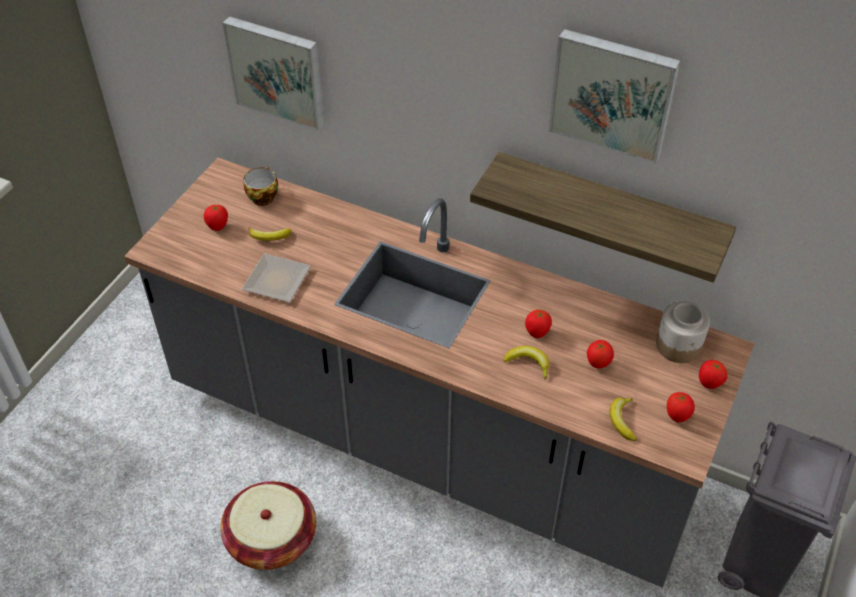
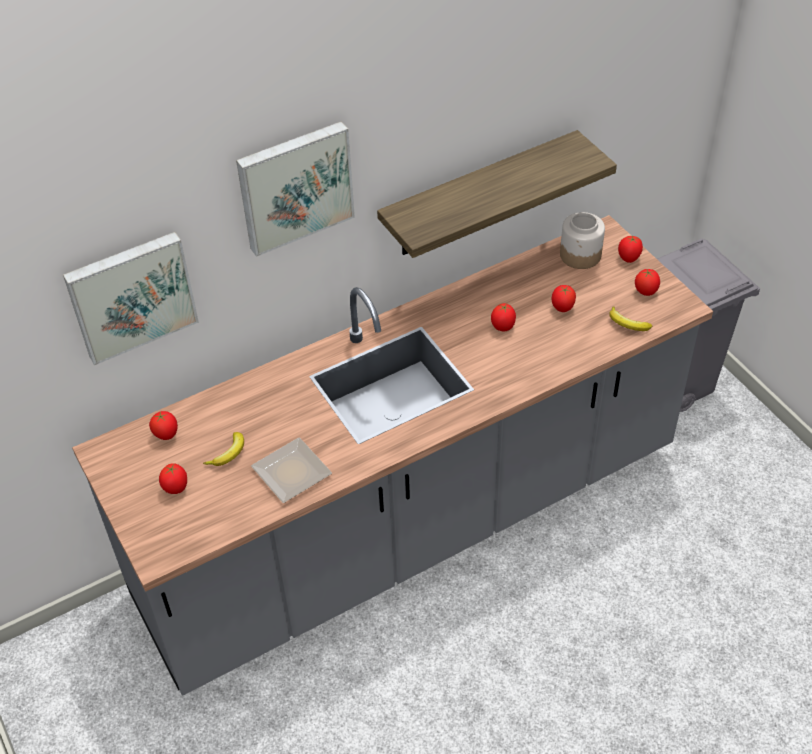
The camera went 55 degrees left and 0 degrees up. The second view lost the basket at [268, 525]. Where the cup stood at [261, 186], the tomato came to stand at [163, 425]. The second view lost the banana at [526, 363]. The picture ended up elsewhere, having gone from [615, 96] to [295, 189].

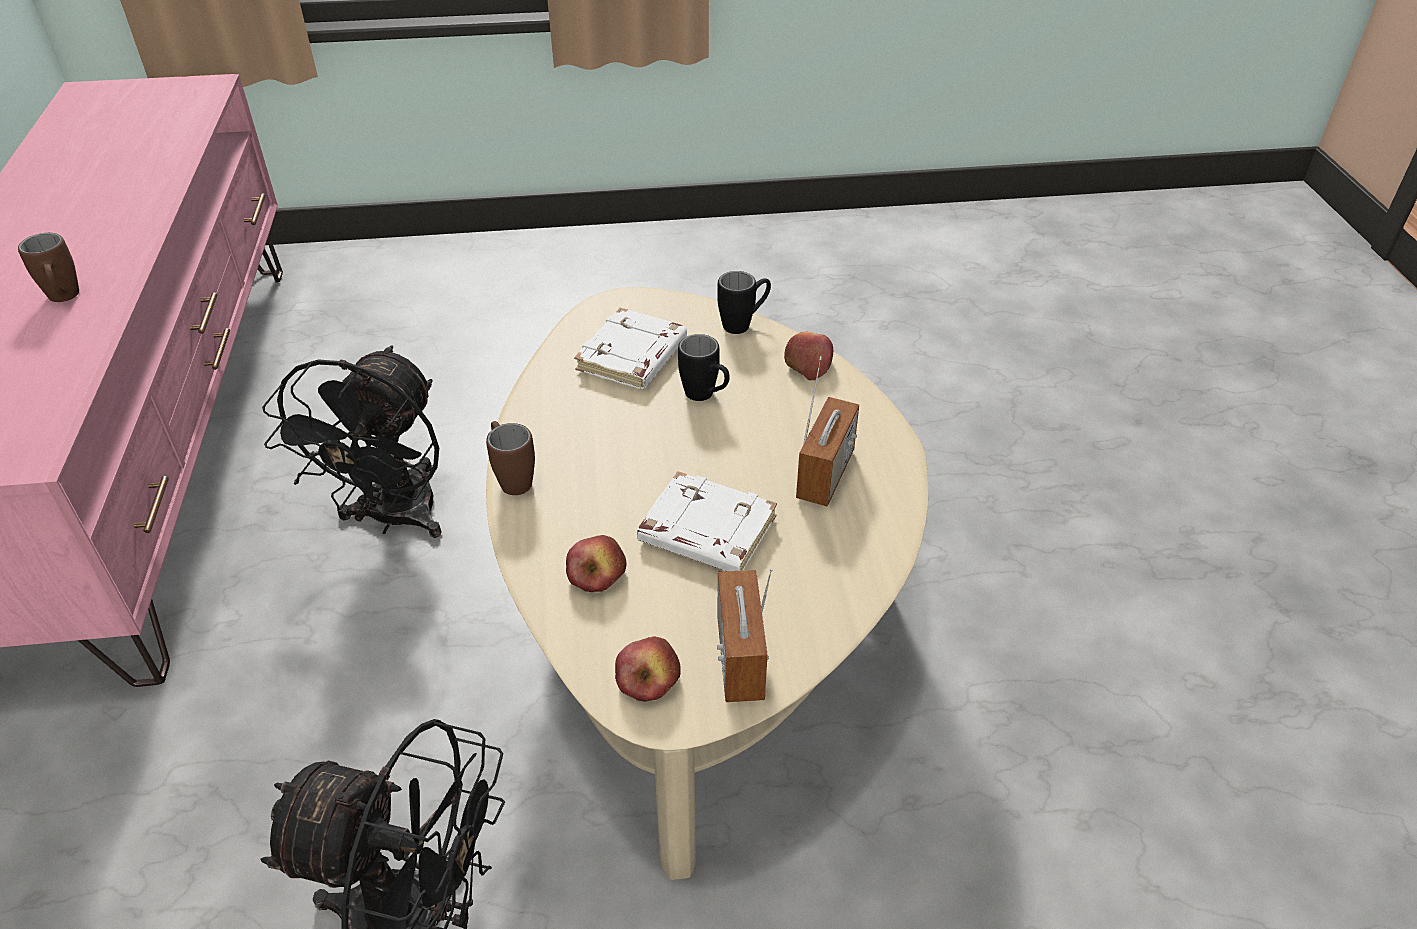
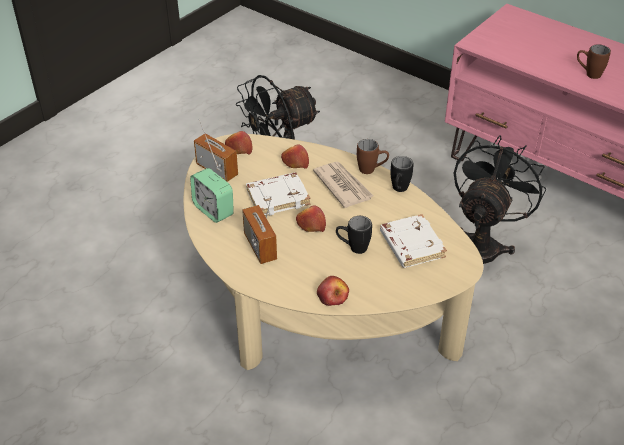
The camera went 135 degrees right and 0 degrees up. The fan (black) at [352, 441] ended up facing another way, 60 degrees clockwise from before. The mug (black) ended up elsewhere, having gone from [744, 302] to [402, 174]. The second view gained the alarm clock at [212, 195]. The second view gained the apple at [311, 219]. The second view gained the newspaper at [343, 185].

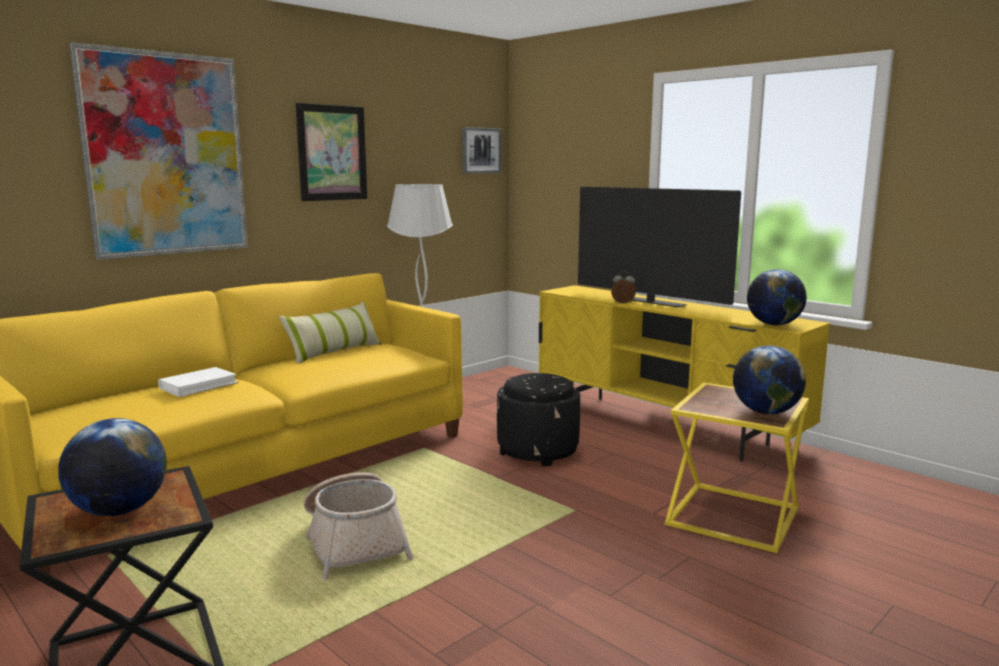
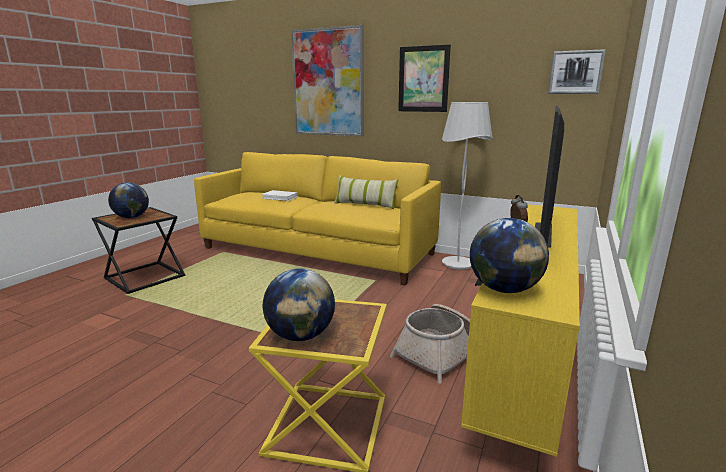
The camera went 70 degrees right and 5 degrees up. The basket ended up elsewhere, having gone from [359, 525] to [430, 343]. The second view lost the ottoman (black) at [538, 419].

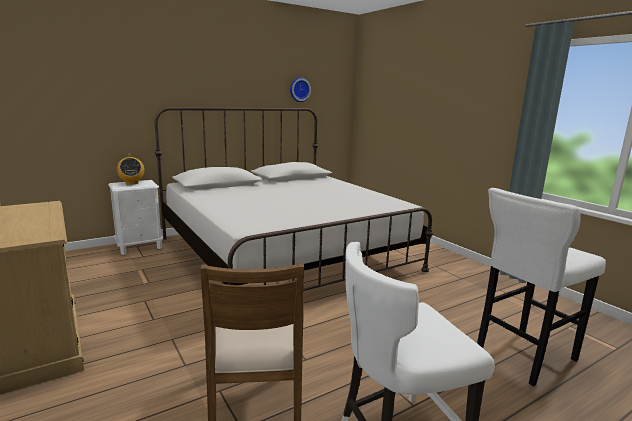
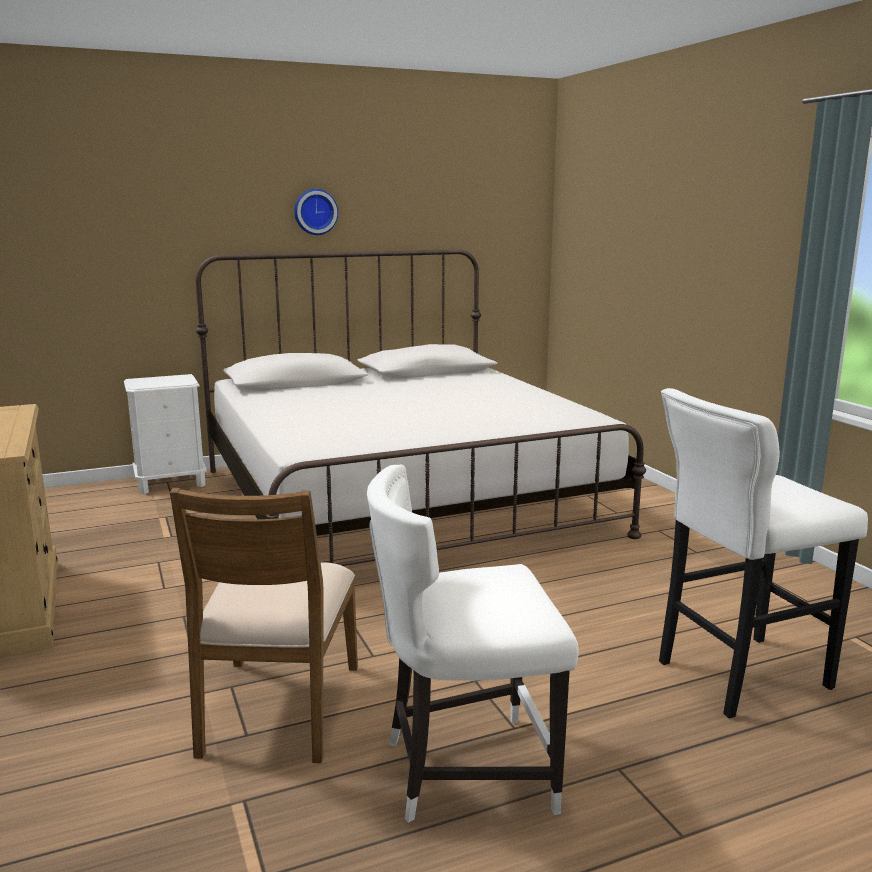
The camera went 10 degrees right and 0 degrees up. The second view lost the radio at [131, 169]. The wall clock ended up elsewhere, having gone from [300, 89] to [316, 212].

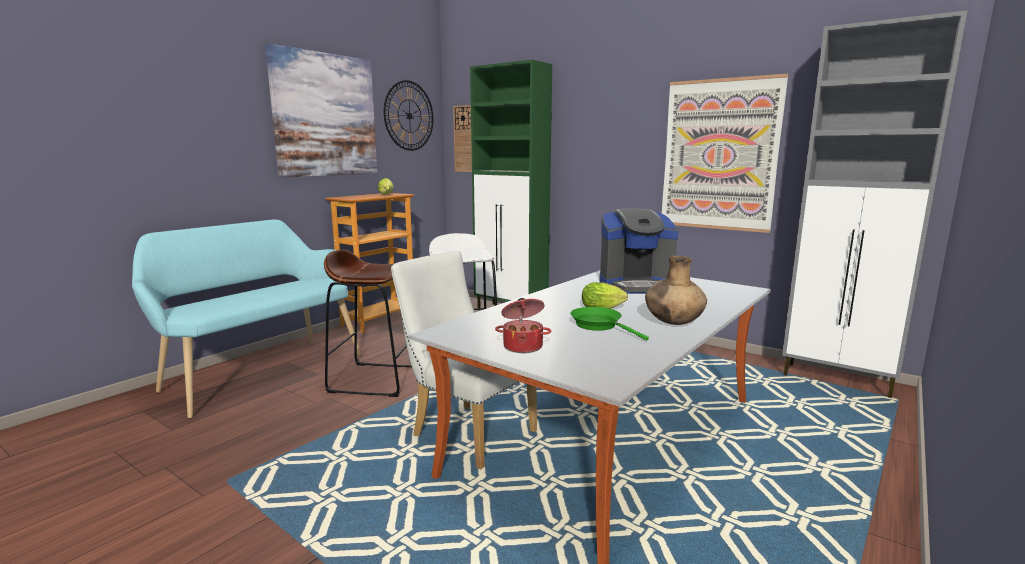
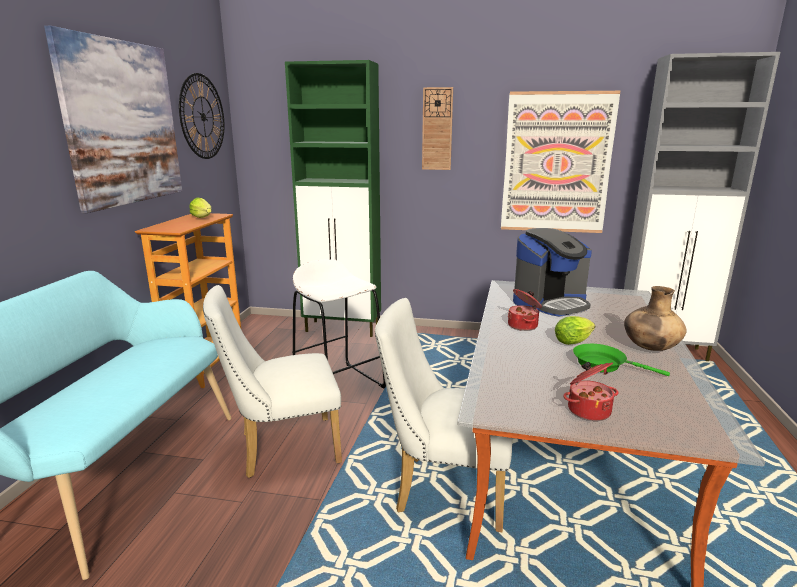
The camera went 25 degrees left and 5 degrees up. Where the stool (brown) stood at [368, 323], the chair (white) came to stand at [272, 381]. The wall clock ended up elsewhere, having gone from [462, 138] to [437, 128]. The second view gained the cooking pot at [525, 310].

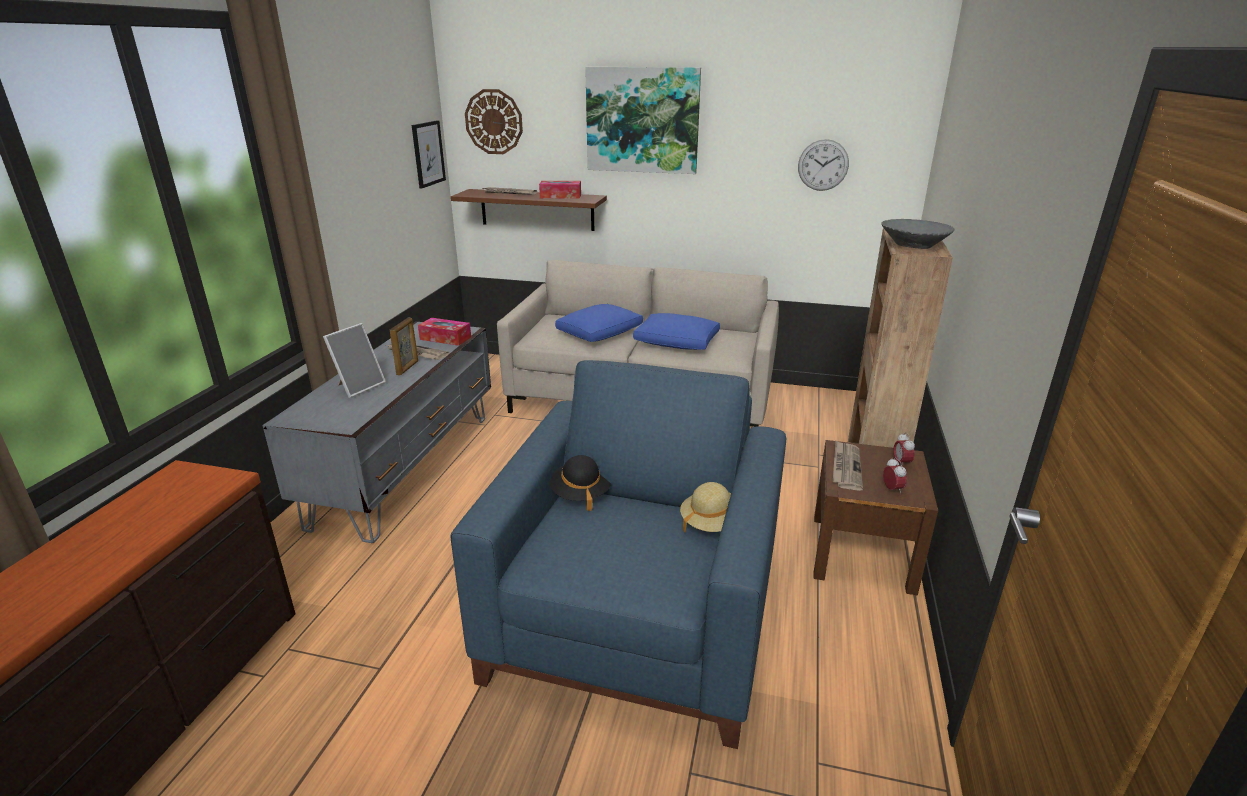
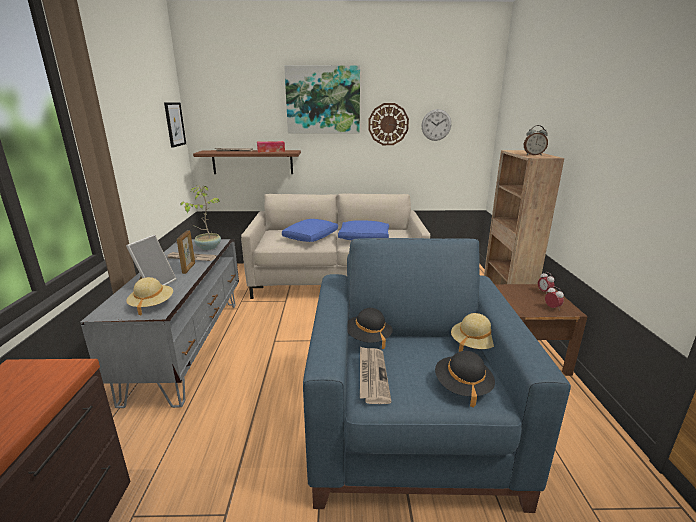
The camera went 15 degrees left and 5 degrees down. Where the tissue box stood at [444, 332], the potted plant came to stand at [200, 217]. The wall clock ended up elsewhere, having gone from [494, 121] to [388, 124]. The newspaper ended up elsewhere, having gone from [848, 466] to [375, 375]. Where the bowl (grey) stood at [917, 234], the alarm clock came to stand at [536, 140]. The second view gained the hat (beige) at [149, 296]. The second view gained the hat (black) at [465, 379].

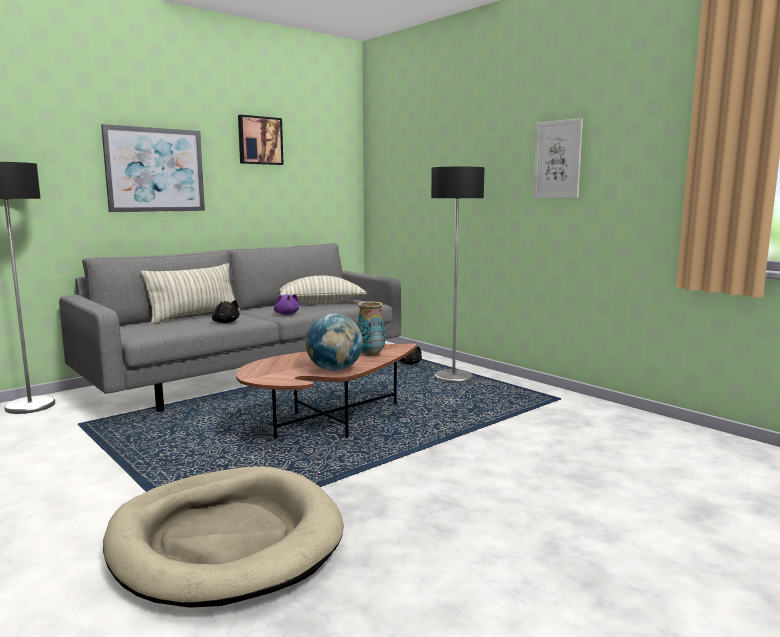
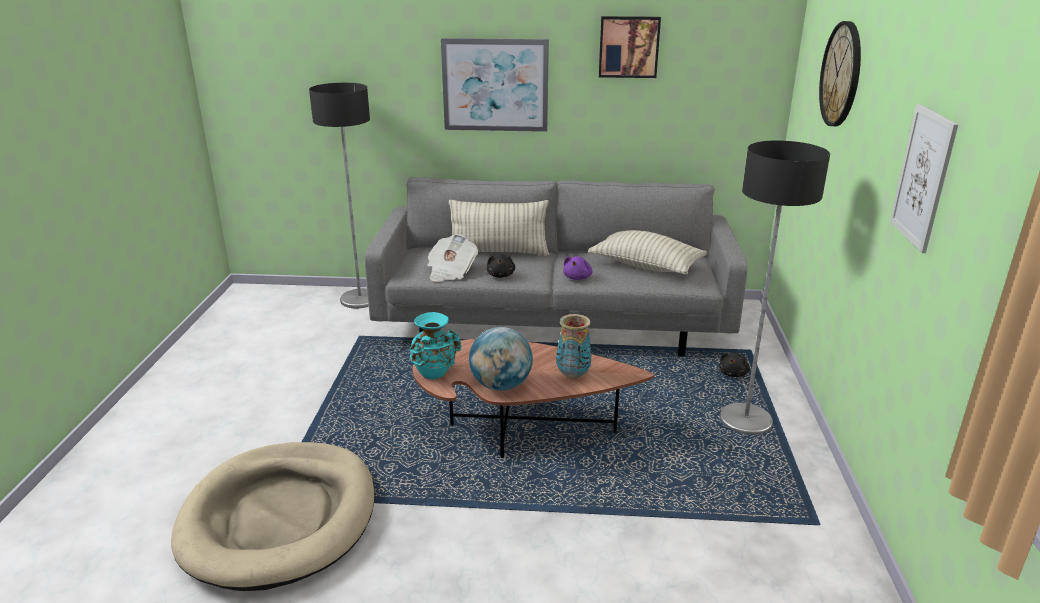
The camera went 45 degrees right and 15 degrees up. The second view gained the vase (turquoise) at [436, 345]. The second view gained the newspaper at [452, 258]. The second view gained the wall clock at [840, 73].

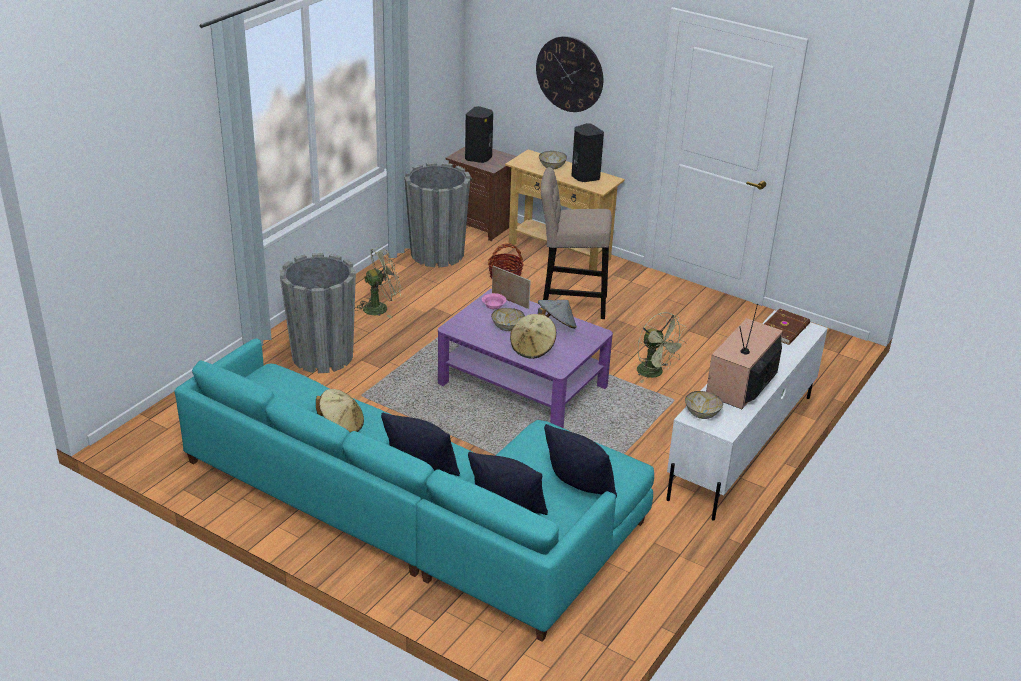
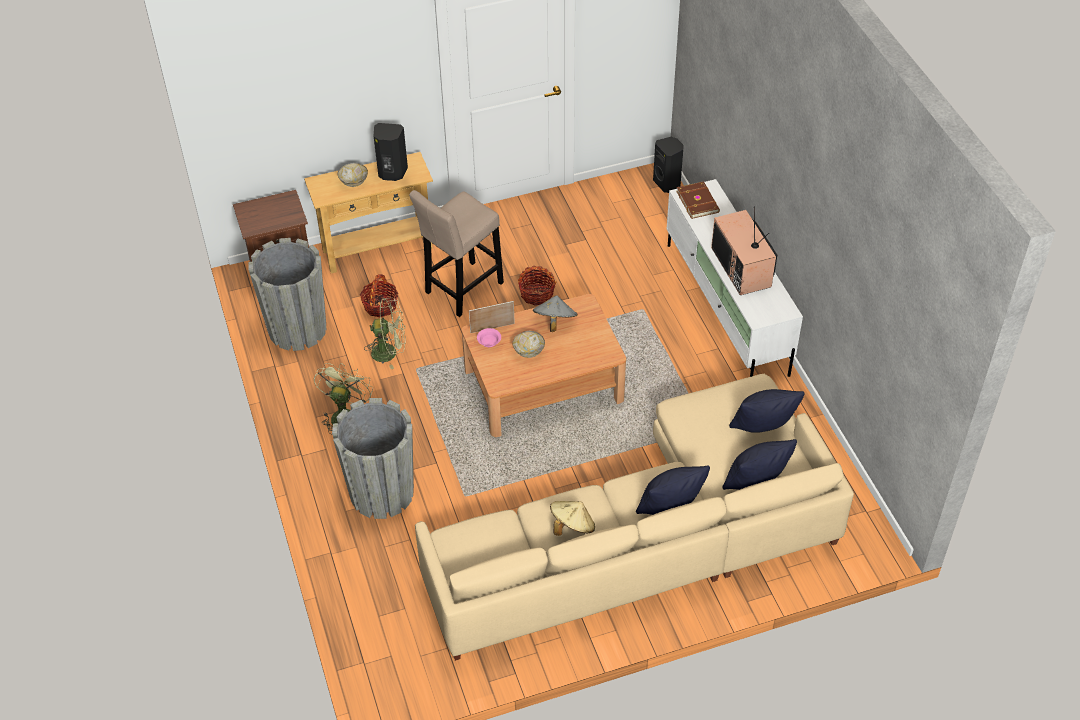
The camera went 50 degrees left and 15 degrees up. What was the sofa (turquoise) at [414, 490] turned into the sofa (beige) at [634, 517]. What was the coffee table (purple) at [525, 358] turned into the coffee table (brown) at [544, 365]. The speaker (black) ended up elsewhere, having gone from [479, 134] to [668, 165]. The second view lost the hat (beige) at [533, 336]. The second view lost the wall clock at [569, 74]. The fan (green) ended up elsewhere, having gone from [661, 347] to [385, 333]. The second view lost the bowl at [704, 405]. The second view gained the basket at [537, 286].

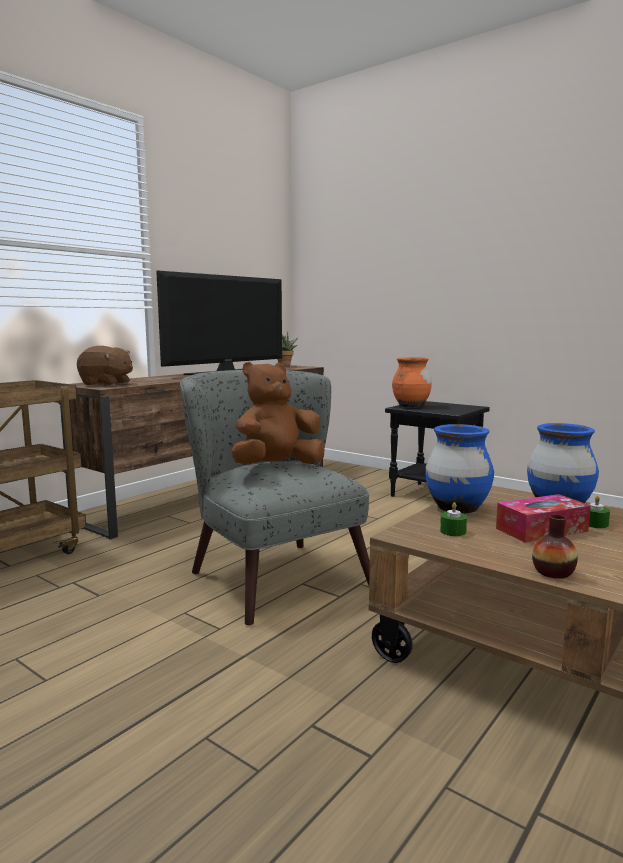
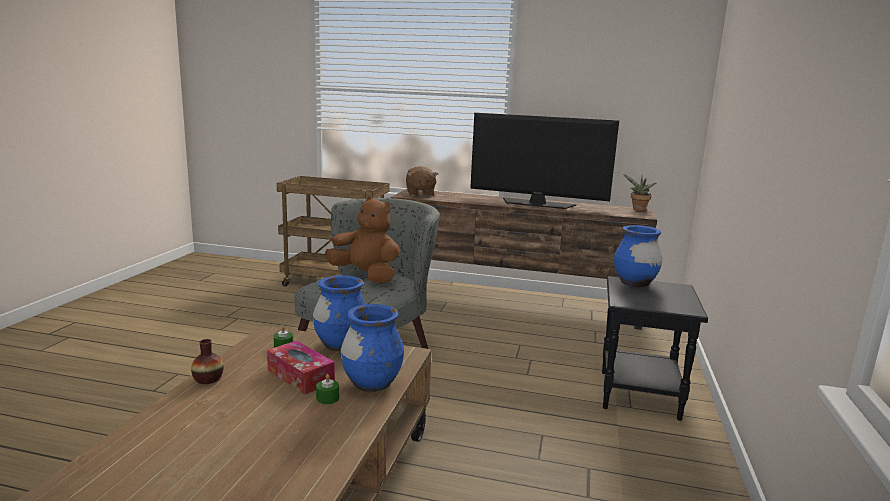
The camera went 65 degrees right and 5 degrees up. What was the vase (orange) at [412, 382] turned into the vase (blue) at [638, 256].

